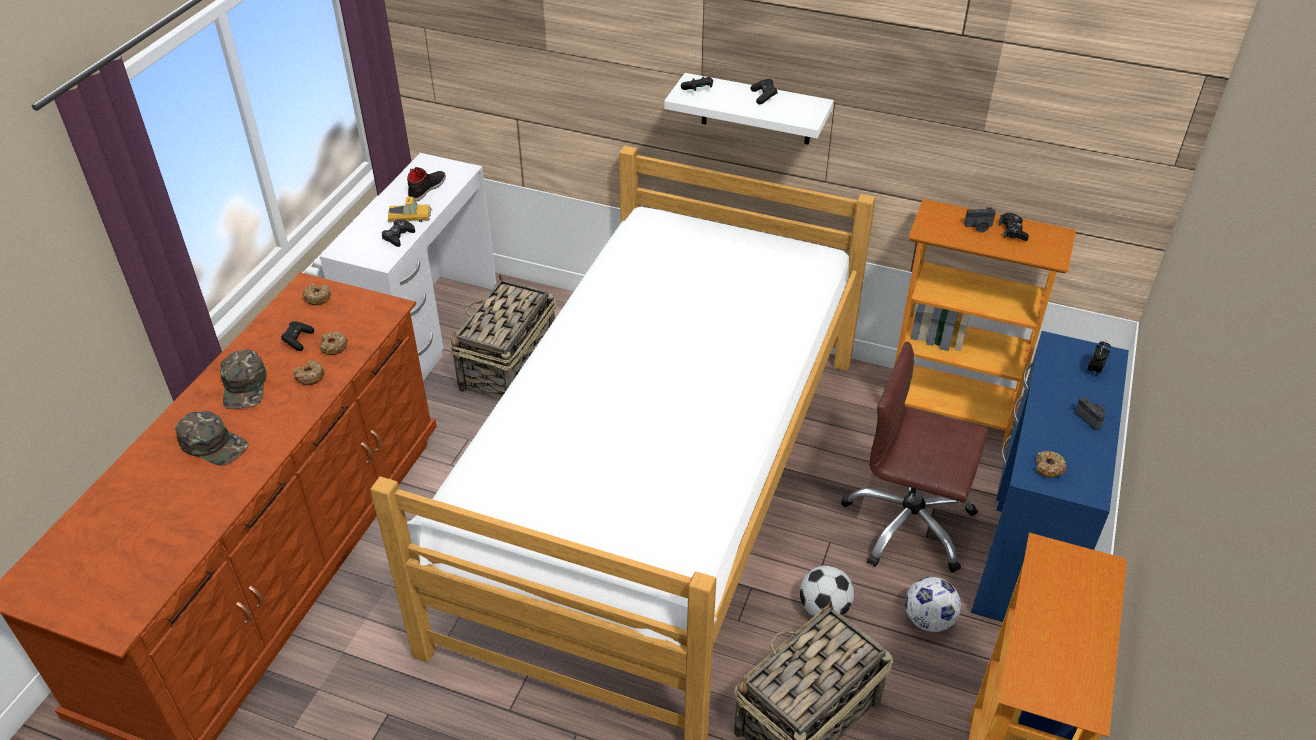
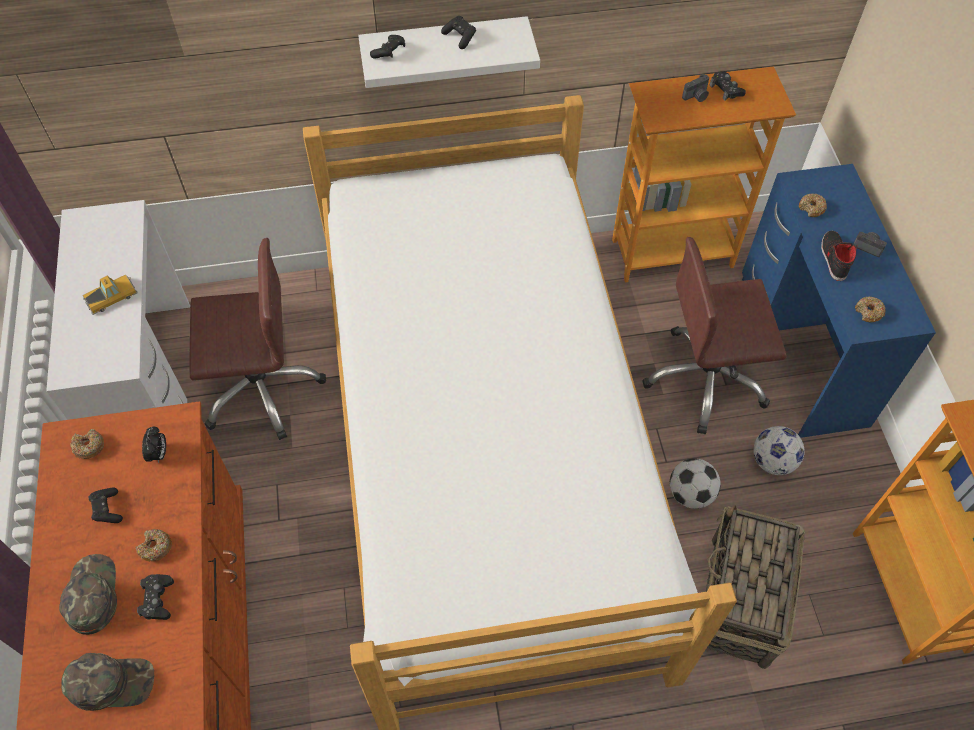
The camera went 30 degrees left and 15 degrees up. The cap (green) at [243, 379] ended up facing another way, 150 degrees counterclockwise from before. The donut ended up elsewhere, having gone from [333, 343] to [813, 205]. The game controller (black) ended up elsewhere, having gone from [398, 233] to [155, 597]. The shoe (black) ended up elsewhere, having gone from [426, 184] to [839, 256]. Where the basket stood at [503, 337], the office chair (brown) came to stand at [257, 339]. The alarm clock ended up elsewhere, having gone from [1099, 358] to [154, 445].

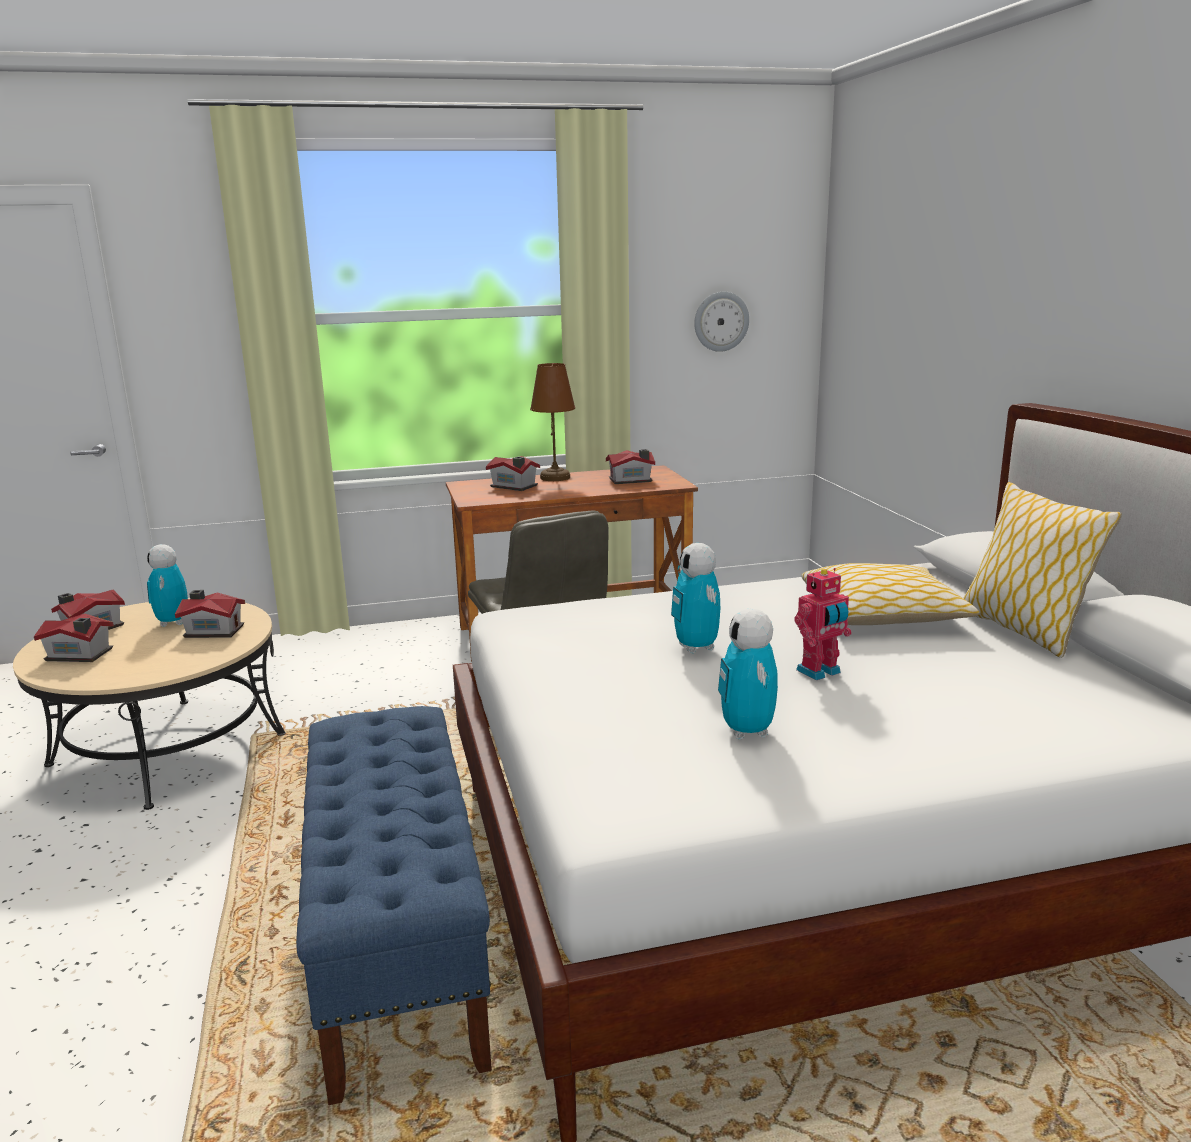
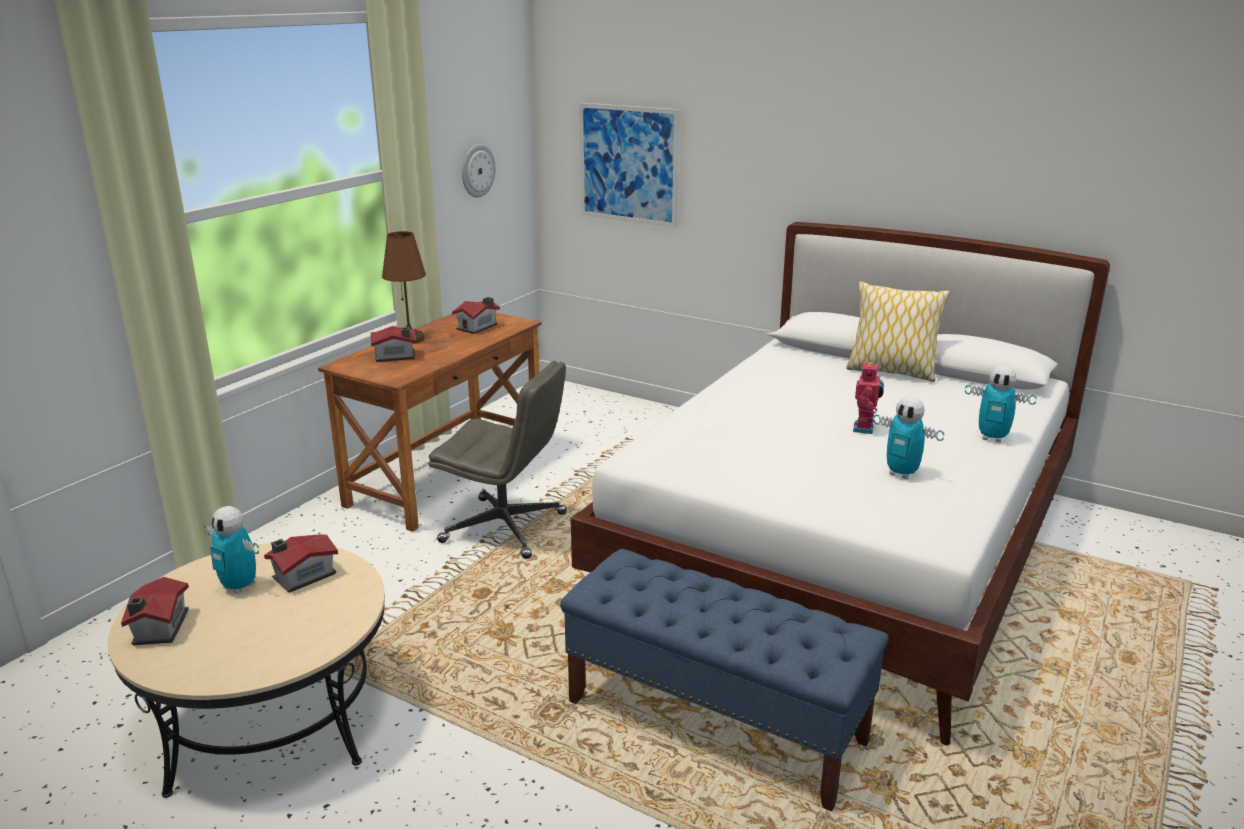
The camera went 45 degrees left and 5 degrees up. The second view lost the toy house at [74, 638]. The toy robot ended up elsewhere, having gone from [695, 598] to [1001, 404]. The second view lost the pillow at [890, 594]. The second view gained the picture at [629, 165].

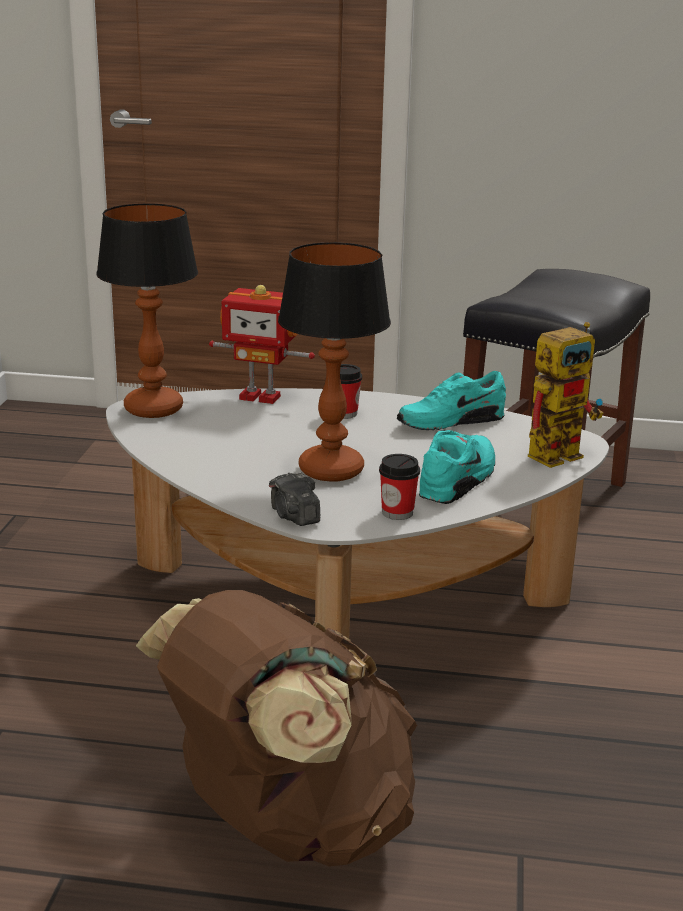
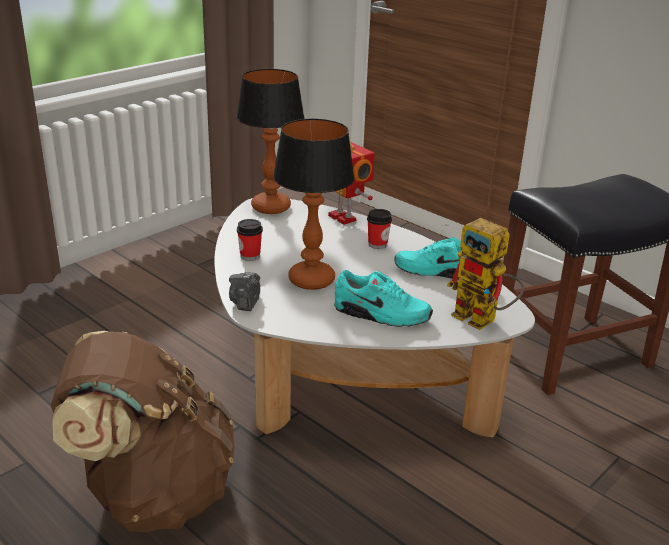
The camera went 35 degrees right and 5 degrees up. The cup ended up elsewhere, having gone from [399, 487] to [250, 240]. The shoe (turquoise) at [457, 467] ended up facing another way, 45 degrees clockwise from before. The toy robot at [565, 395] ended up facing another way, 45 degrees clockwise from before.

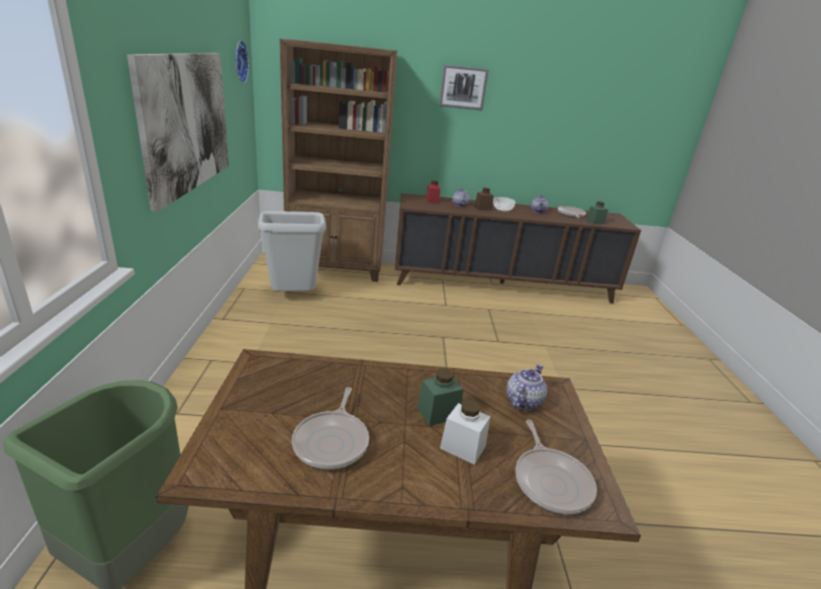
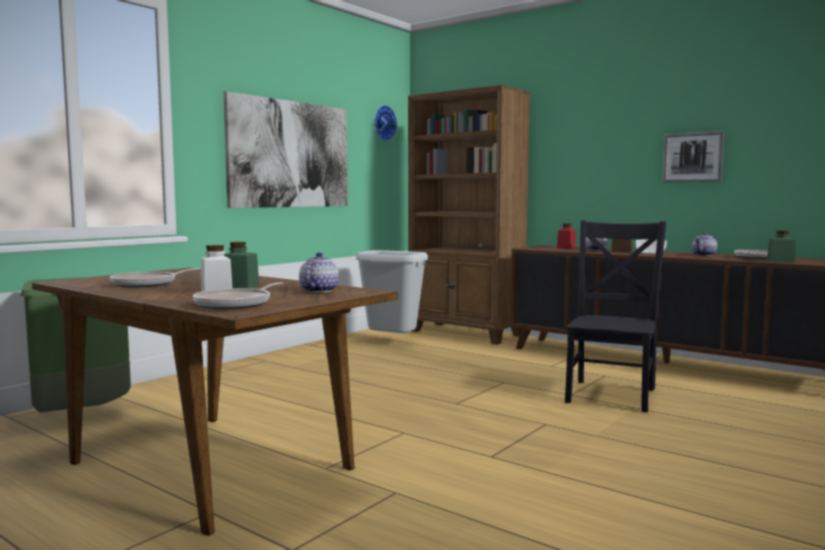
The camera went 40 degrees right and 20 degrees down. The picture ended up elsewhere, having gone from [464, 87] to [693, 156]. The teapot at [527, 387] ended up facing another way, 60 degrees counterclockwise from before. The second view gained the chair (black) at [615, 316].

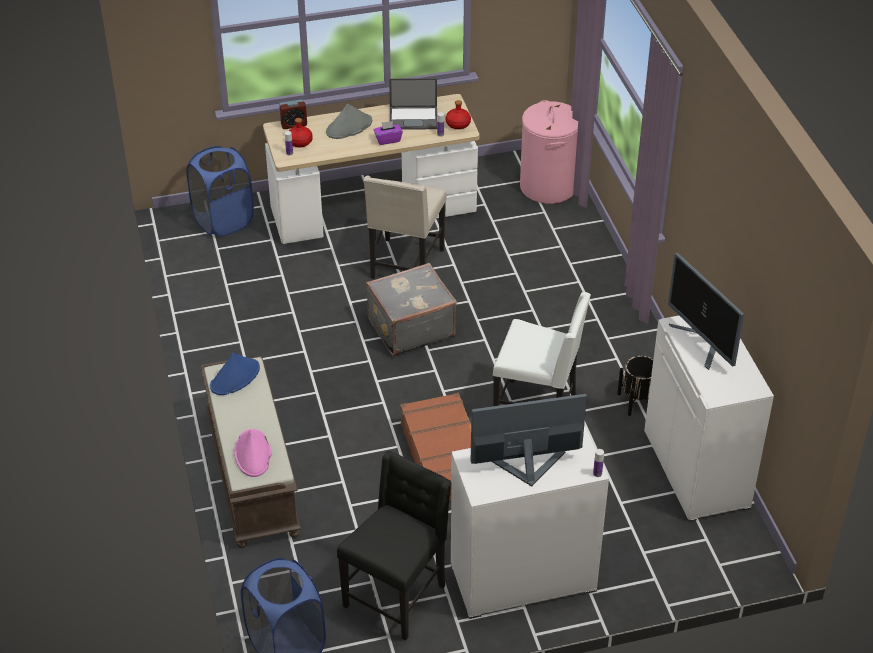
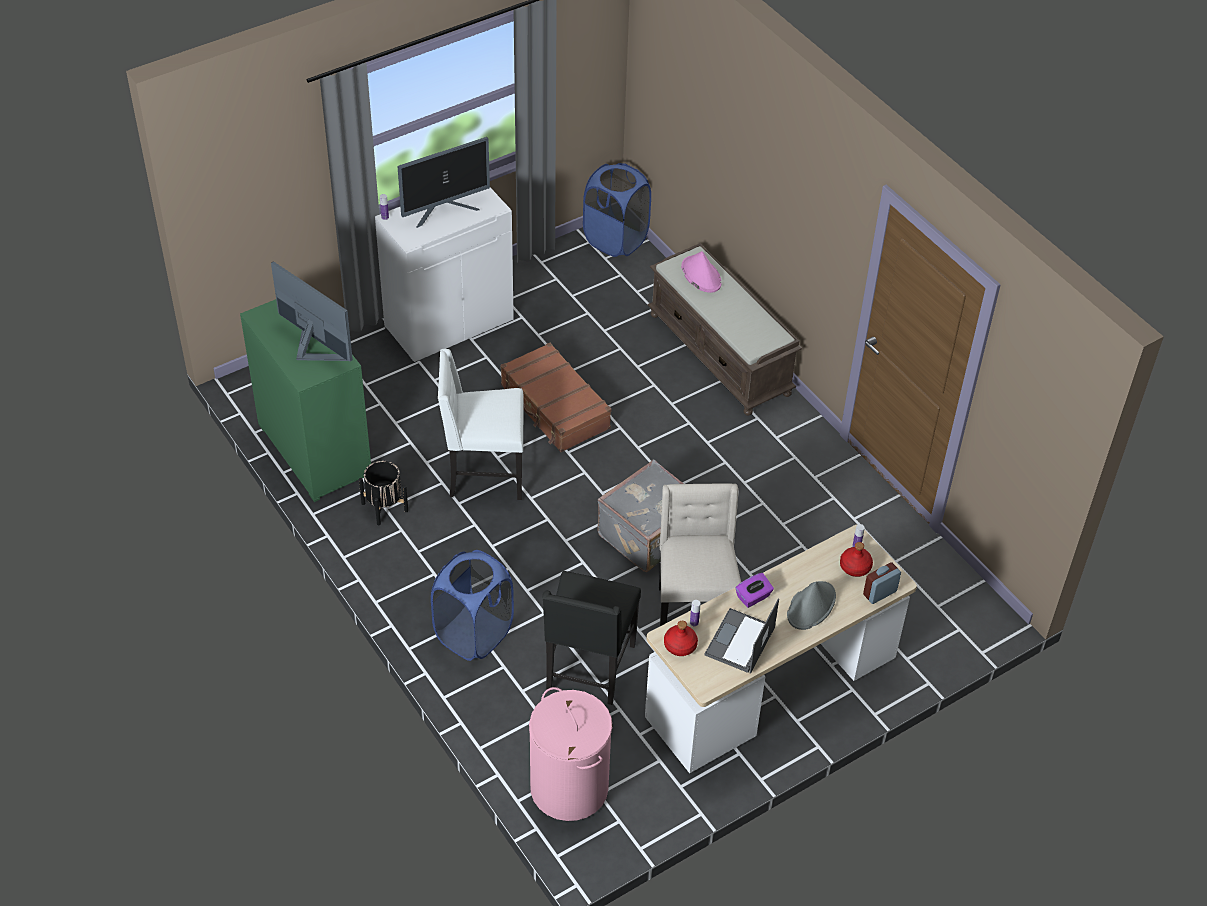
The camera went 160 degrees right and 5 degrees up. The laundry basket (blue) ended up elsewhere, having gone from [220, 191] to [472, 605]. The second view lost the hat (blue) at [235, 374]. The chair (black) ended up elsewhere, having gone from [394, 546] to [591, 638]. The laptop at [413, 104] ended up facing another way, 45 degrees counterclockwise from before. What was the cabinet (white) at [709, 419] turned into the cabinet (green) at [305, 400].

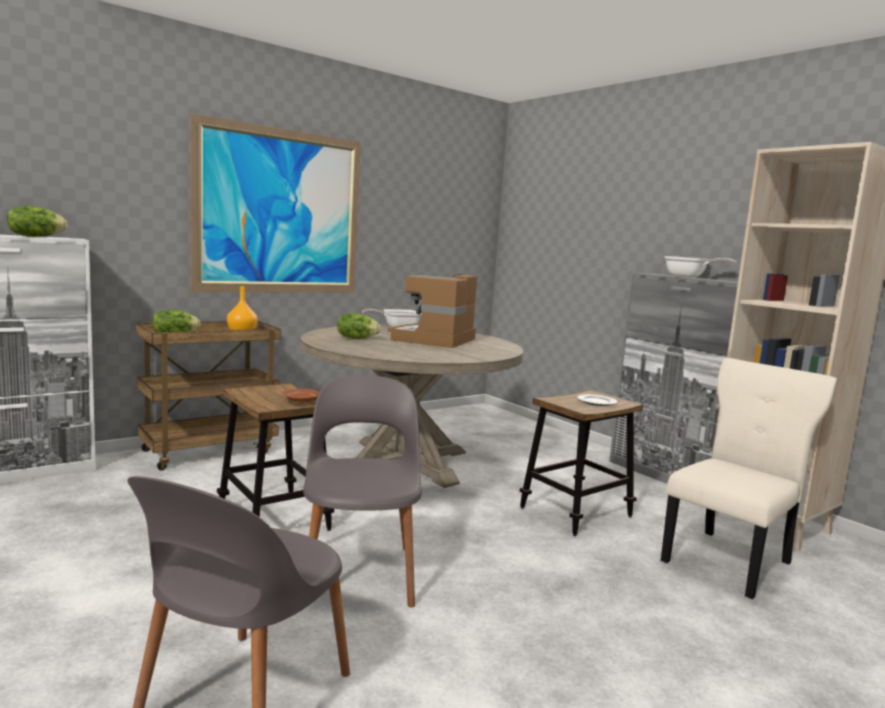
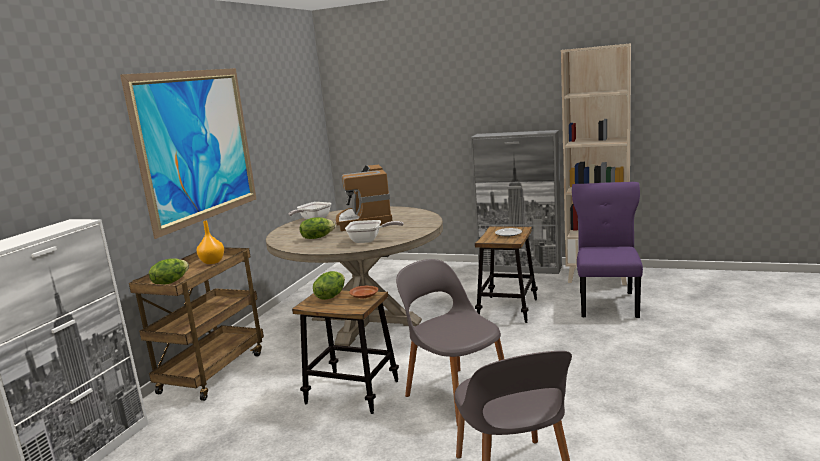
The camera went 30 degrees left and 5 degrees up. The lettuce ended up elsewhere, having gone from [37, 221] to [329, 285]. What was the chair (beige) at [749, 478] turned into the chair (purple) at [607, 250]. The frying pan ended up elsewhere, having gone from [700, 267] to [374, 231].

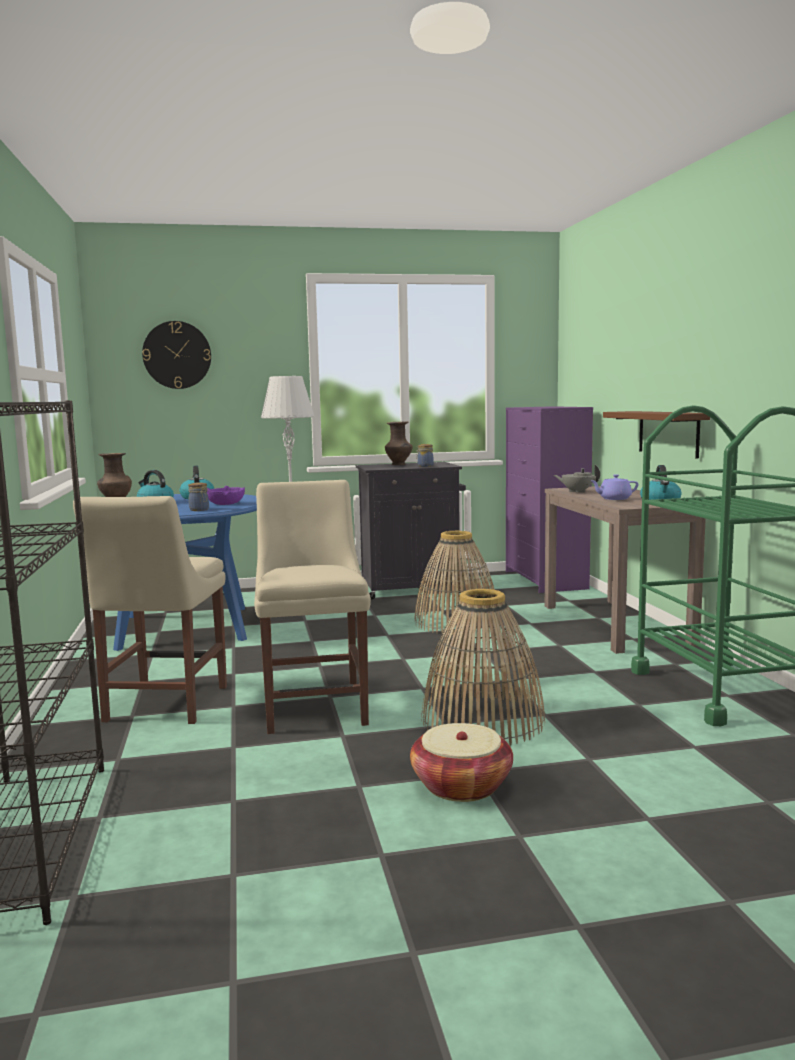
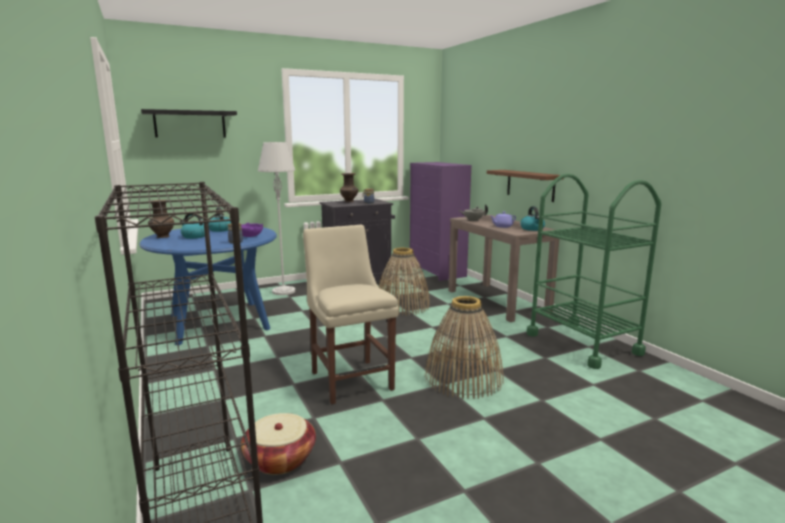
The camera went 15 degrees left and 5 degrees up. The second view lost the chair (beige) at [150, 610]. Where the wall clock hung at [176, 355], the shelf (black) came to hang at [189, 123]. The basket ended up elsewhere, having gone from [461, 762] to [278, 444].

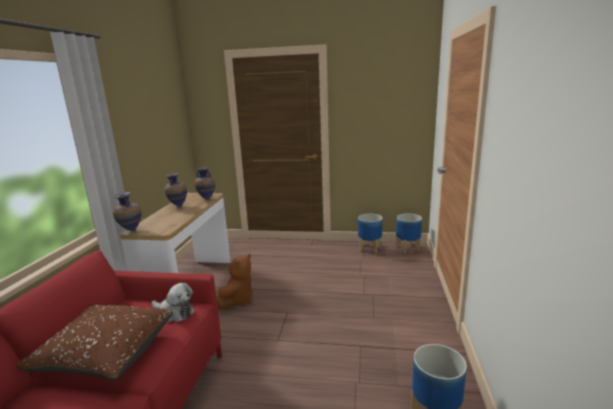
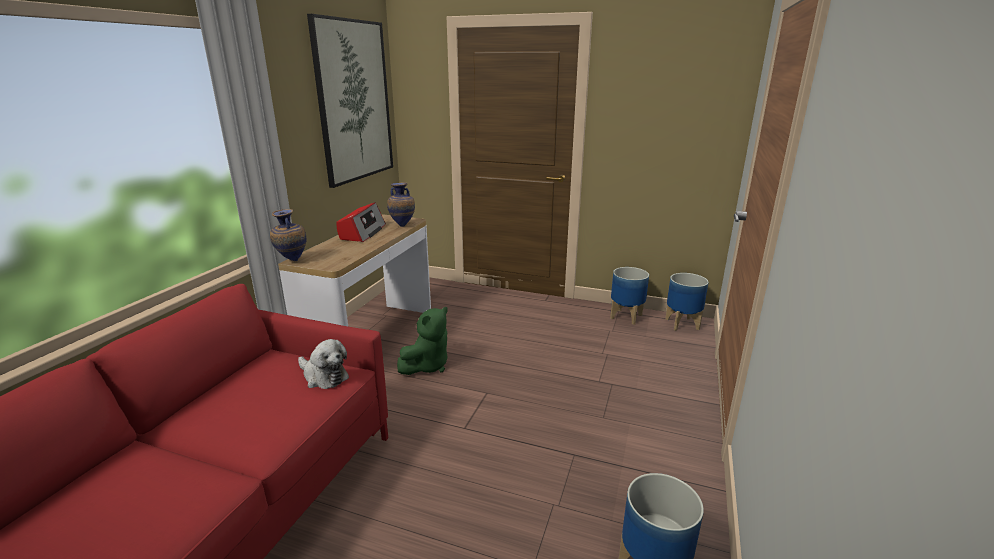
The camera went 10 degrees right and 5 degrees up. The second view lost the pillow (brown) at [95, 342]. Where the vase stood at [175, 190], the radio came to stand at [361, 222]. What was the plush toy (brown) at [234, 281] turned into the plush toy (green) at [422, 341]. The second view gained the picture at [350, 101].

